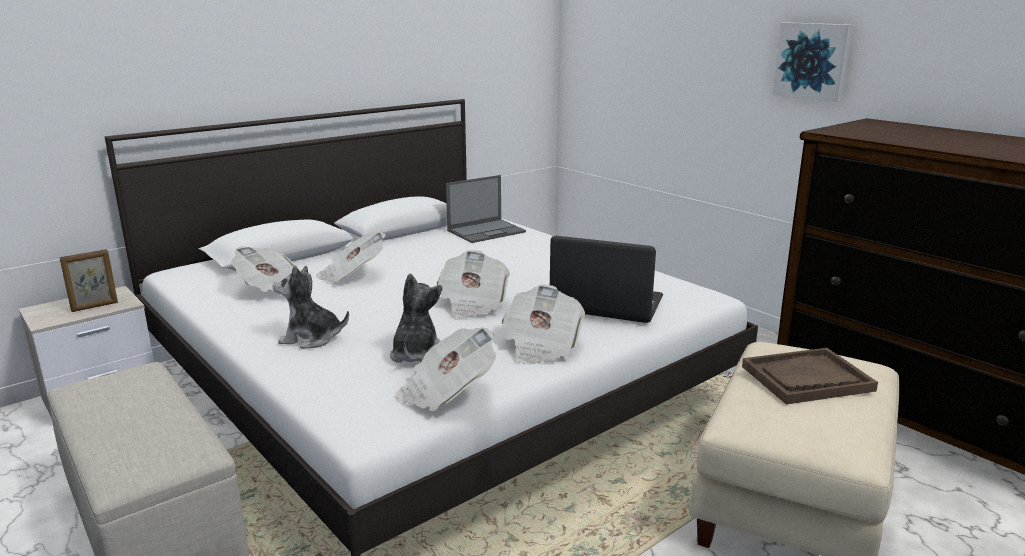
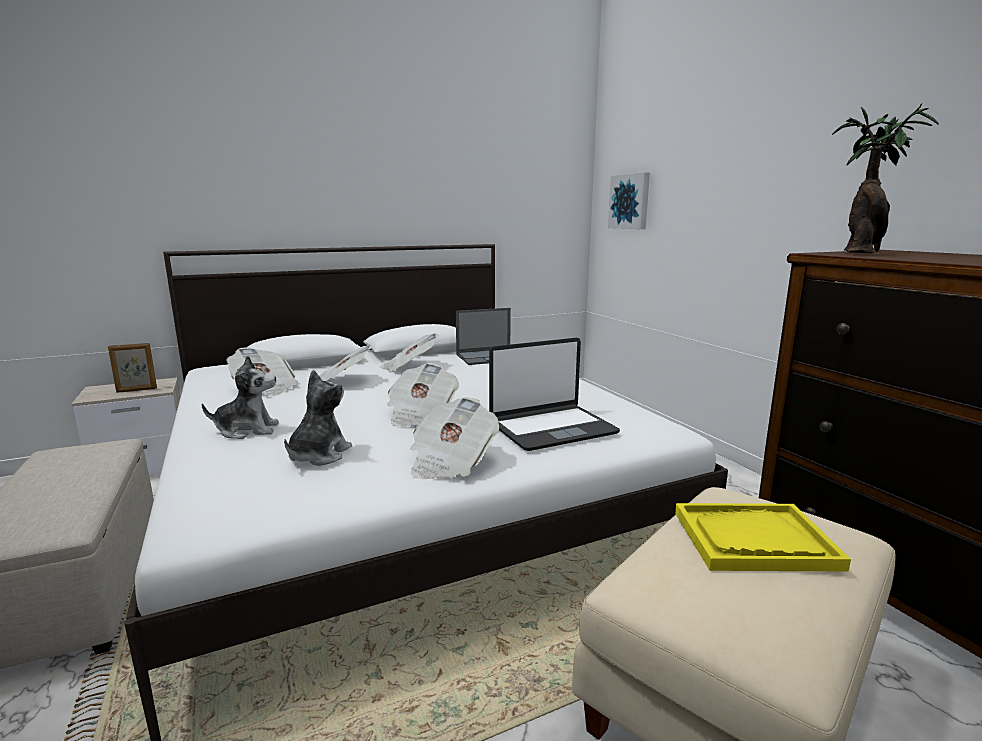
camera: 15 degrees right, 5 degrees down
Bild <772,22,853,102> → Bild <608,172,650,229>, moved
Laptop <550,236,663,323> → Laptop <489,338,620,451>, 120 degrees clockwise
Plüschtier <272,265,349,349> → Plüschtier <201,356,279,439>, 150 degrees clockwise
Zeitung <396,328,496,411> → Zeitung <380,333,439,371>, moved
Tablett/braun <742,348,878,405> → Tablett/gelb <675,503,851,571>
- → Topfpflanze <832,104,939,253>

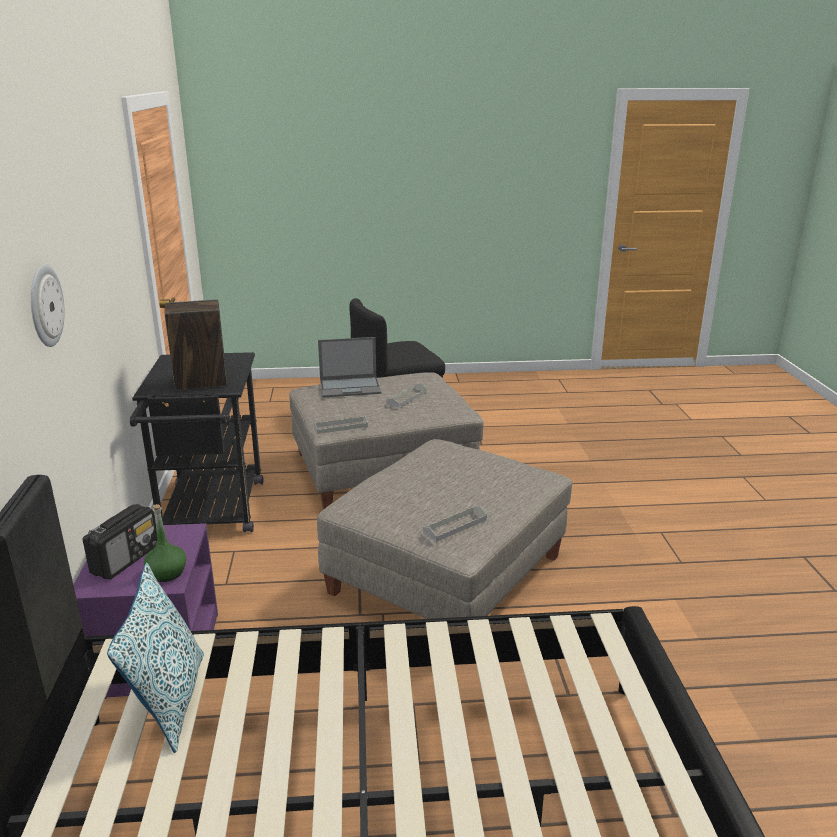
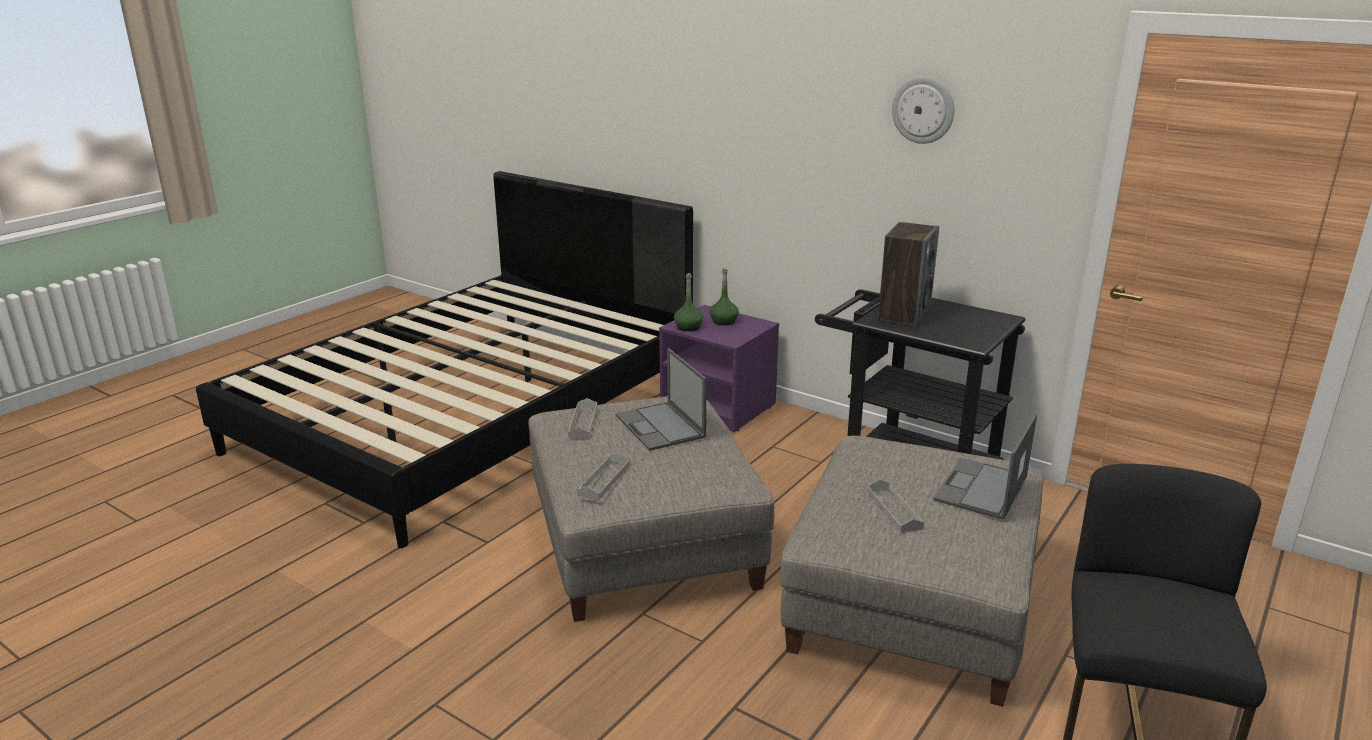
camera: 130 degrees right, 0 degrees up
Wanduhr <31,265,65,347> → Wanduhr <892,76,954,144>, moved
Tablett/grau <314,416,368,434> → Tablett/grau <577,452,630,500>, moved
Radio <83,504,157,580> → Flasche/grün <710,268,739,325>
Kissen <107,563,204,753> → -
- → Laptop <616,348,707,451>

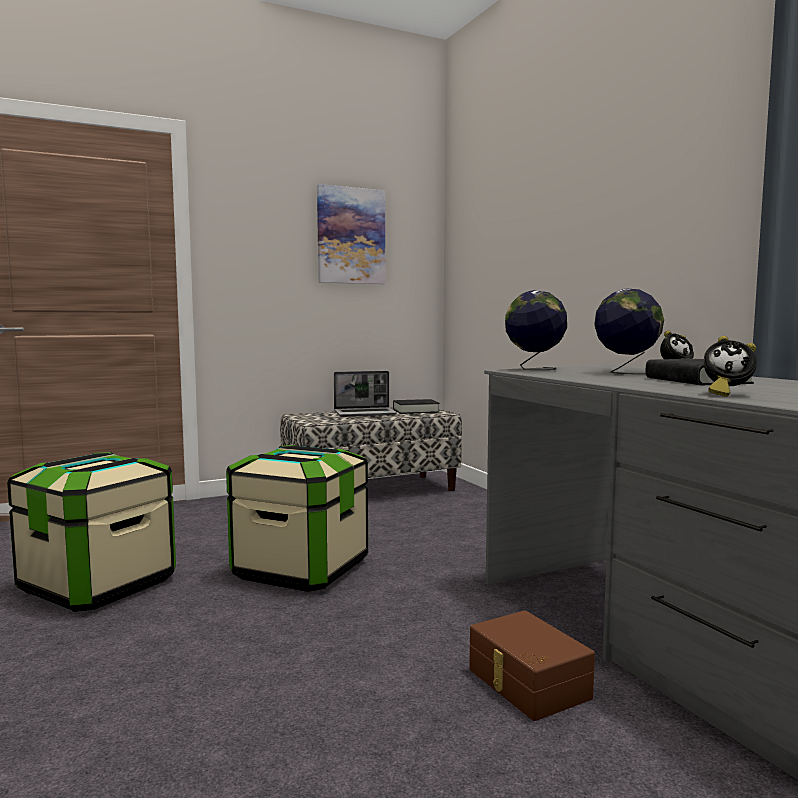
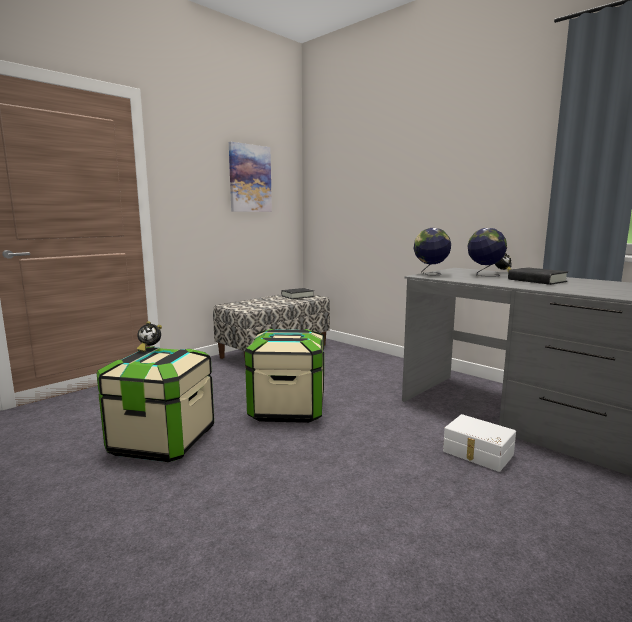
camera: 20 degrees left, 5 degrees up
Wecker <704,336,757,397> → Wecker <137,321,162,352>, moved
Laptop <334,371,397,417> → -
Aufbewahrungsbox/braun <469,610,595,721> → Aufbewahrungsbox/weiß <443,414,516,472>

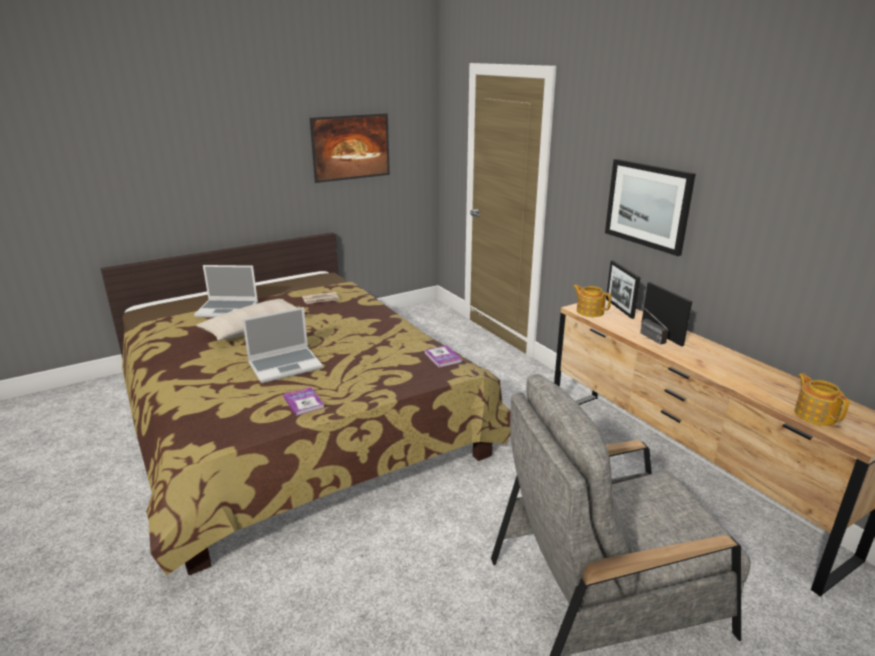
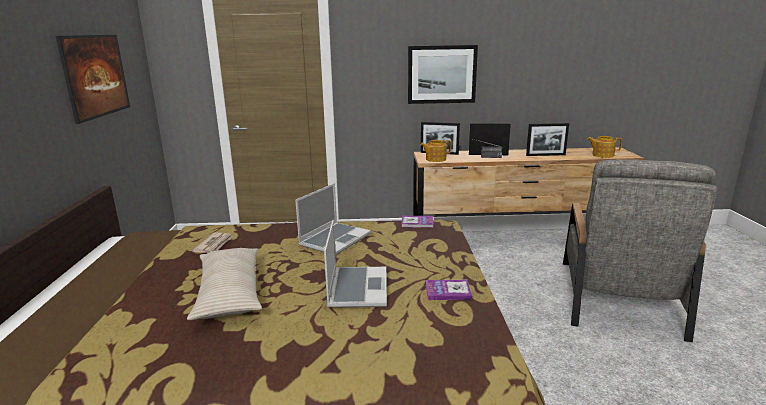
camera: 60 degrees left, 5 degrees down
Laptop <194,265,258,318> → Laptop <295,183,371,255>, moved
- → Bilderrahmen <526,123,569,156>

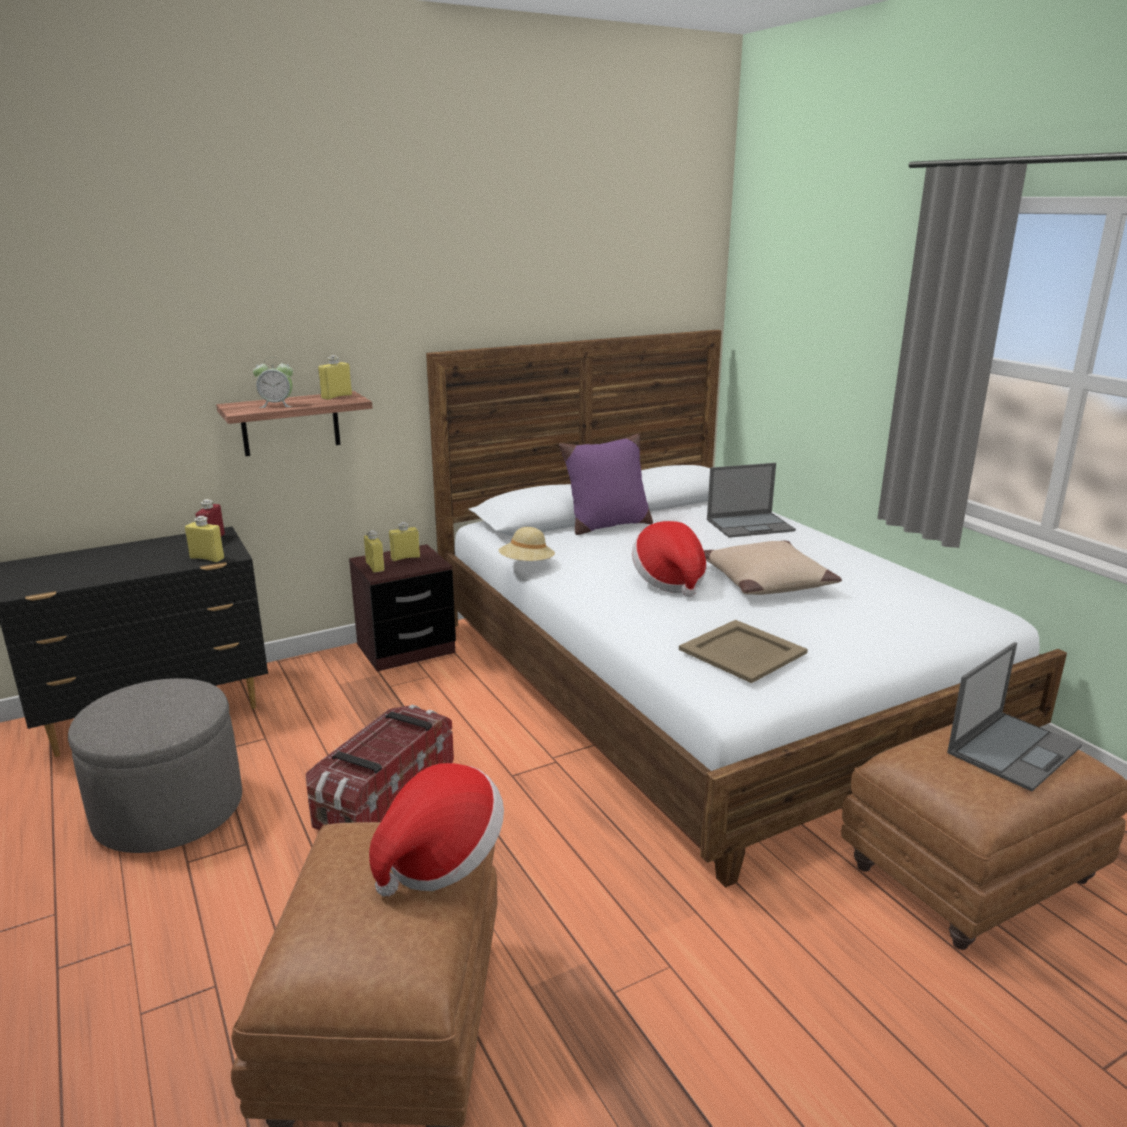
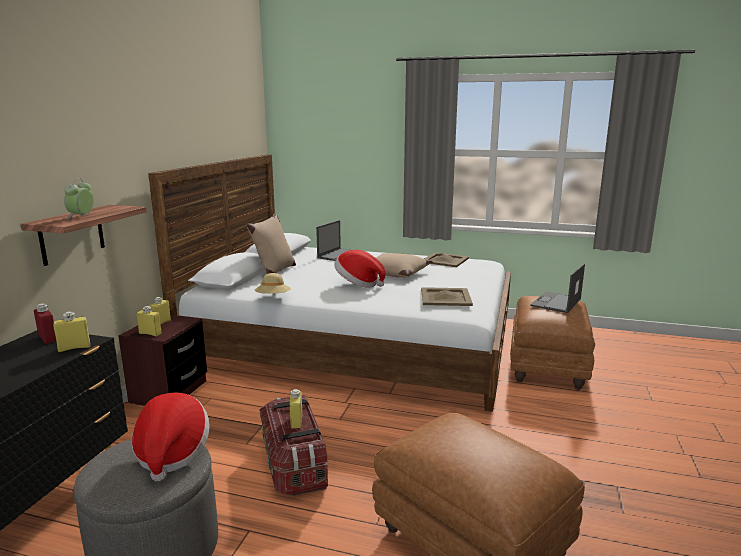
camera: 45 degrees left, 5 degrees down
Flasche/gelb <318,355,352,400> → Flasche/gelb <290,389,302,428>, moved
Wecker <253,357,293,408> → Wecker <64,178,93,219>, 150 degrees clockwise
Kissen/lila <559,434,653,535> → Kissen/beige <246,214,296,274>
Laptop <947,642,1082,791> → Laptop <530,264,585,313>, 150 degrees counterclockwise
Hut <369,763,504,897> → Hut <132,393,210,482>, moved
- → Tablett/beige <424,252,469,267>

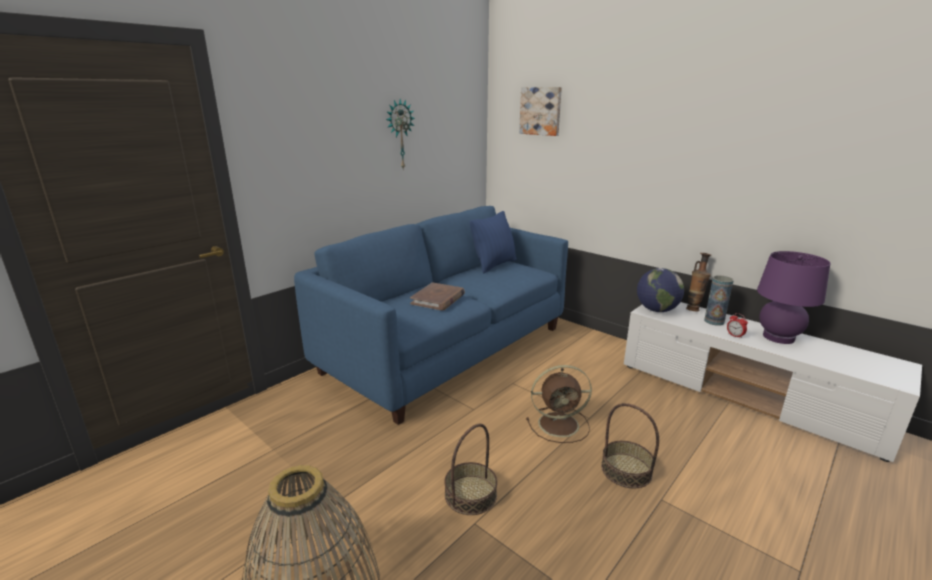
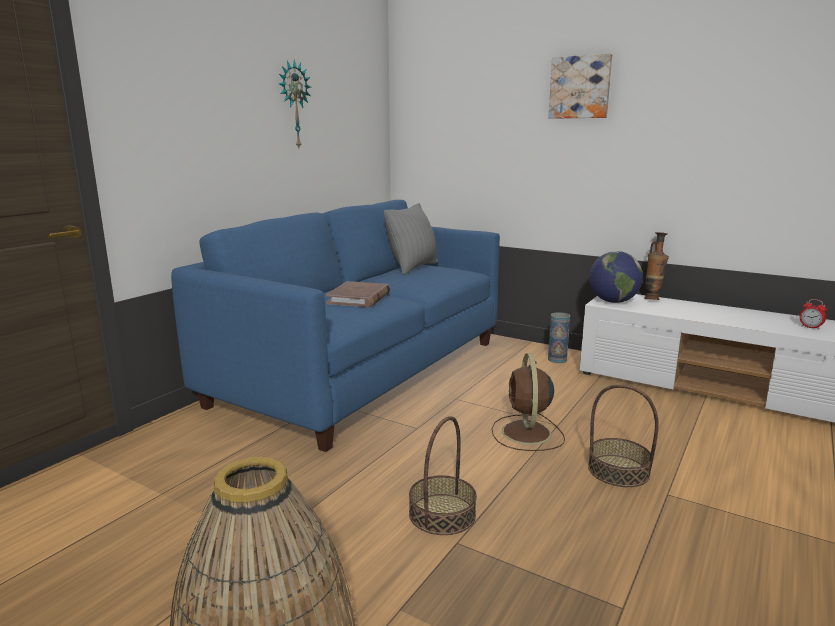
camera: 10 degrees left, 5 degrees down
Bild <519,87,562,136> → Bild <548,54,612,119>, moved
Kissen/blau <470,211,517,274> → Kissen/grau <384,203,438,275>
Tischlampe/lila <757,251,830,344> → -
Vase <704,275,734,326> → Vase <548,312,570,363>, moved
Wecker <727,313,748,339> → Wecker <800,299,827,330>, moved
Ventilator/braun <526,365,592,443> → Ventilator/braun <492,353,565,451>, 105 degrees clockwise

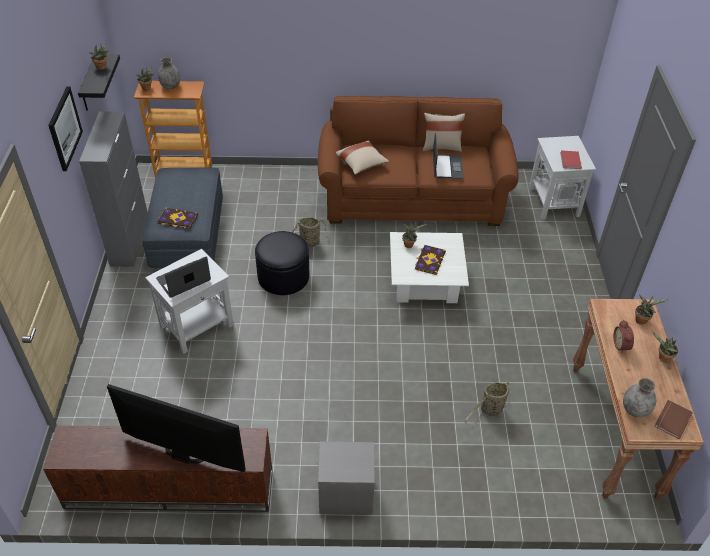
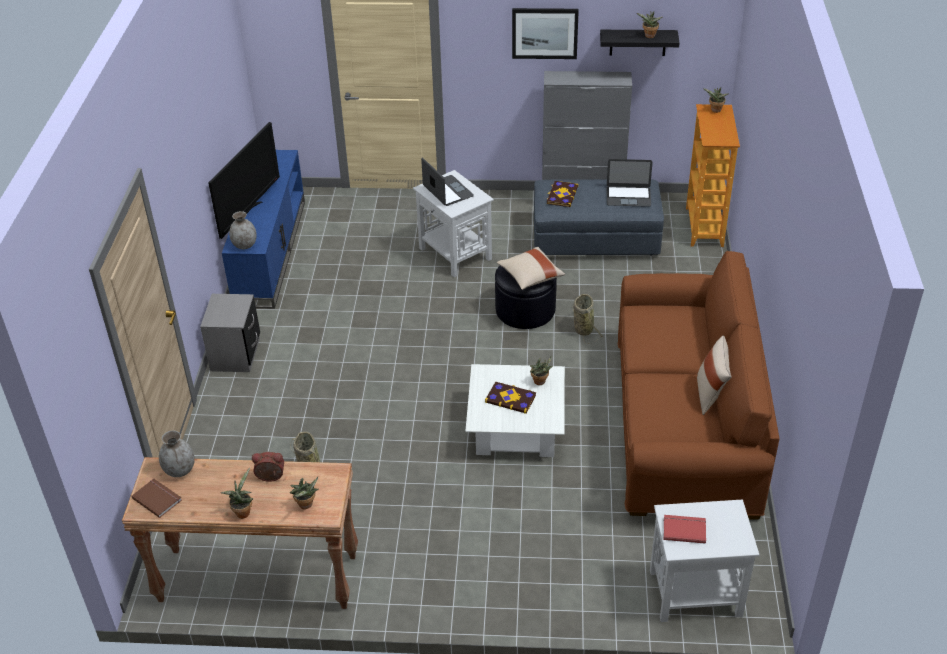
camera: 95 degrees right, 5 degrees down
Vase/grau <158,57,180,89> → Vase/grau <229,211,257,249>, moved
Laptop <433,133,464,179> → Laptop <607,159,653,207>, moved
Kissen/beige <336,140,389,175> → Kissen/beige <497,247,565,290>, moved
Fernsehschrank/braun <43,425,272,512> → Fernsehschrank/blau <222,150,305,309>

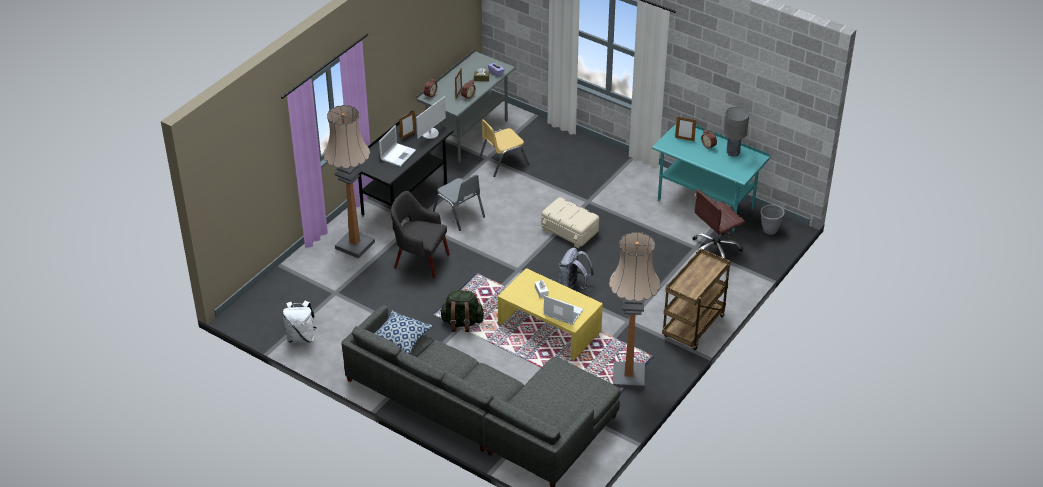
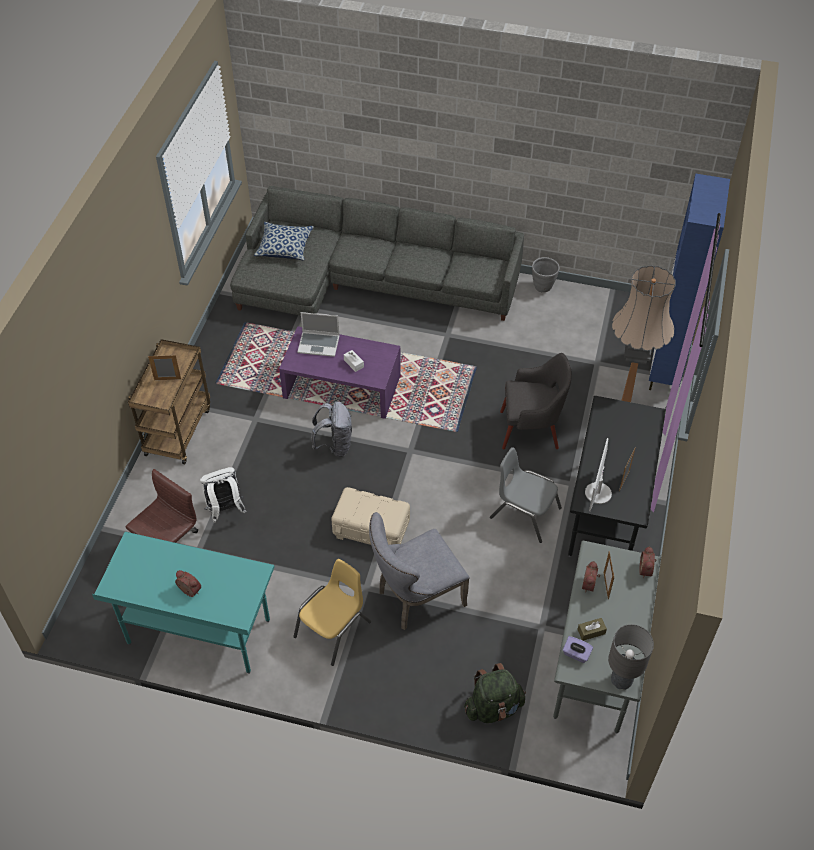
camera: 160 degrees right, 10 degrees up
Tischlampe/grau <724,107,749,157> → Tischlampe/grau <608,624,654,690>, moved
Bilderrahmen <675,117,696,141> → Bilderrahmen <148,355,181,380>, moved
Stuhl/gelb <478,119,529,177> → Stuhl/gelb <293,559,371,666>, moved
Laptop <379,125,416,167> → -
Pflanzkübel/grau <761,204,785,235> → Pflanzkübel/grau <532,257,560,292>, moved
Stehlampe <609,232,660,389> → -
Couchtisch/gelb <498,268,603,360> → Couchtisch/lila <279,326,401,419>
Rucksack/grün <440,290,484,332> → Rucksack/grün <464,663,526,723>, moved
Rucksack/weiß <283,301,317,343> → Rucksack/weiß <200,467,246,523>, moved
Kissen <375,311,432,354> → Kissen <254,222,314,260>, moved
- → Schrank/blau <649,174,730,390>
- → Stuhl/grau <369,512,470,630>

